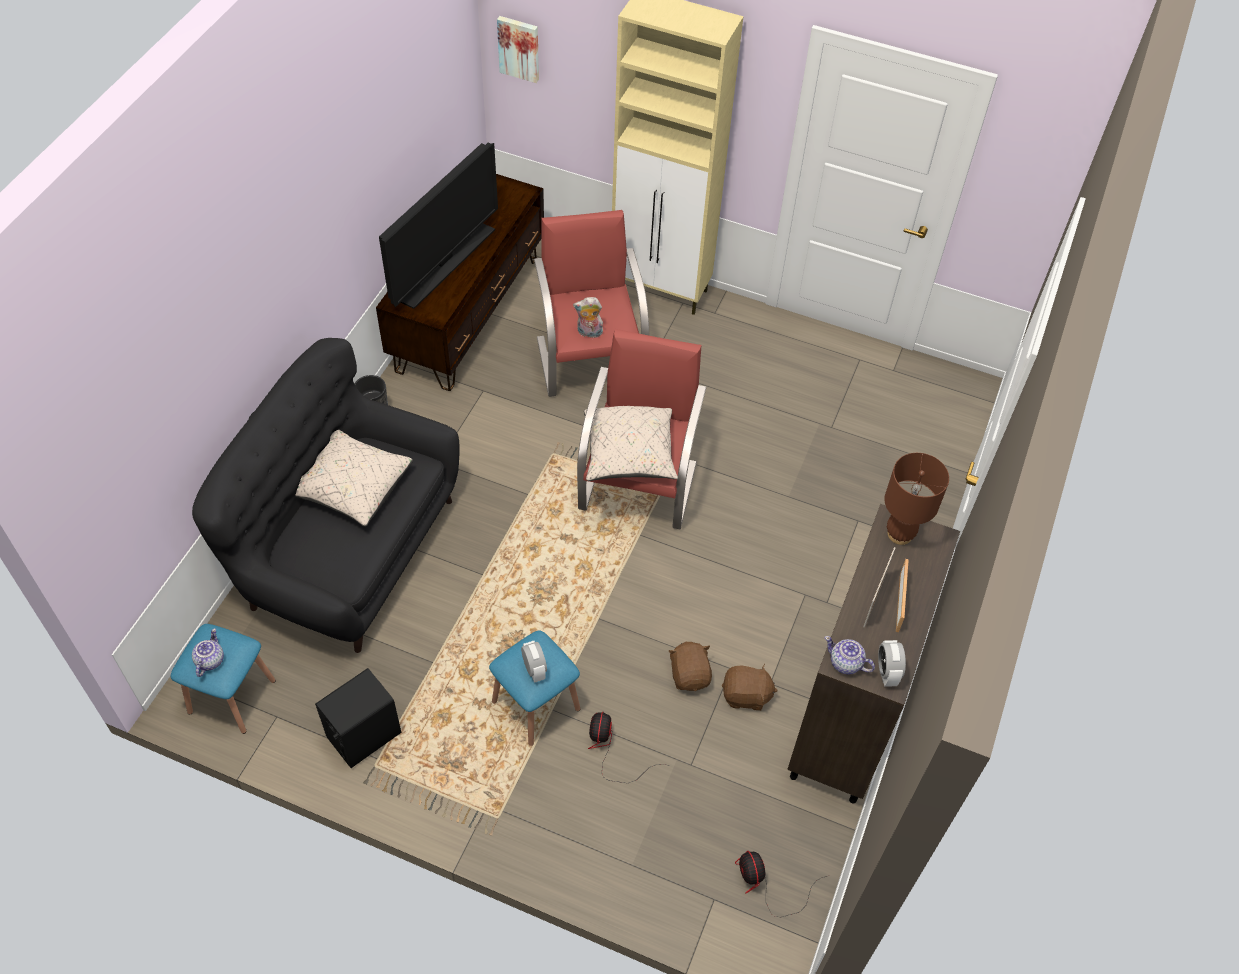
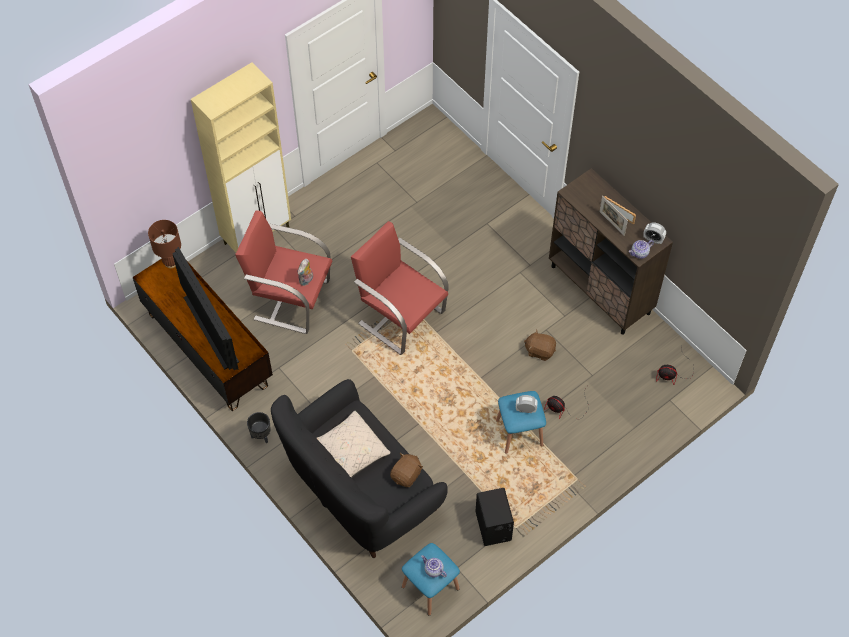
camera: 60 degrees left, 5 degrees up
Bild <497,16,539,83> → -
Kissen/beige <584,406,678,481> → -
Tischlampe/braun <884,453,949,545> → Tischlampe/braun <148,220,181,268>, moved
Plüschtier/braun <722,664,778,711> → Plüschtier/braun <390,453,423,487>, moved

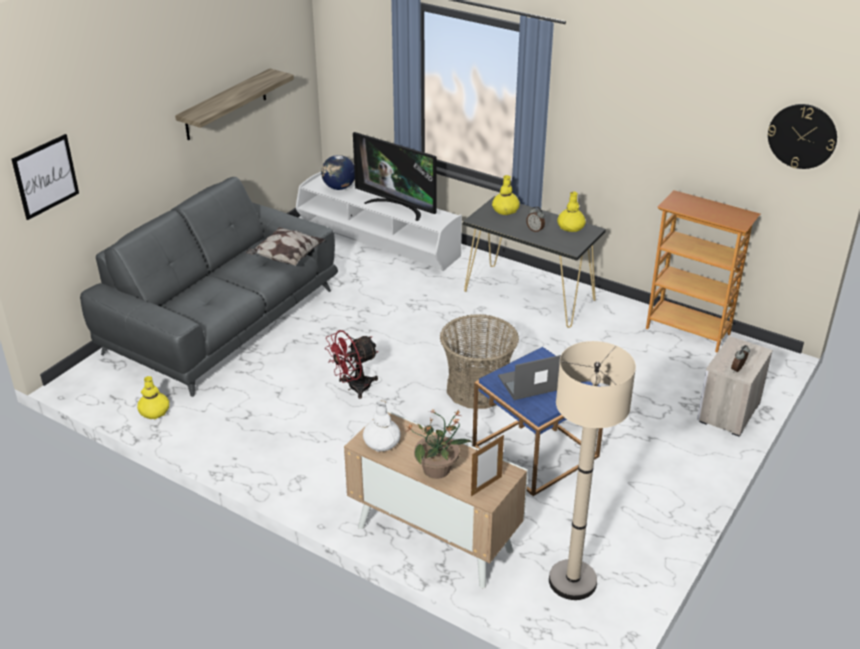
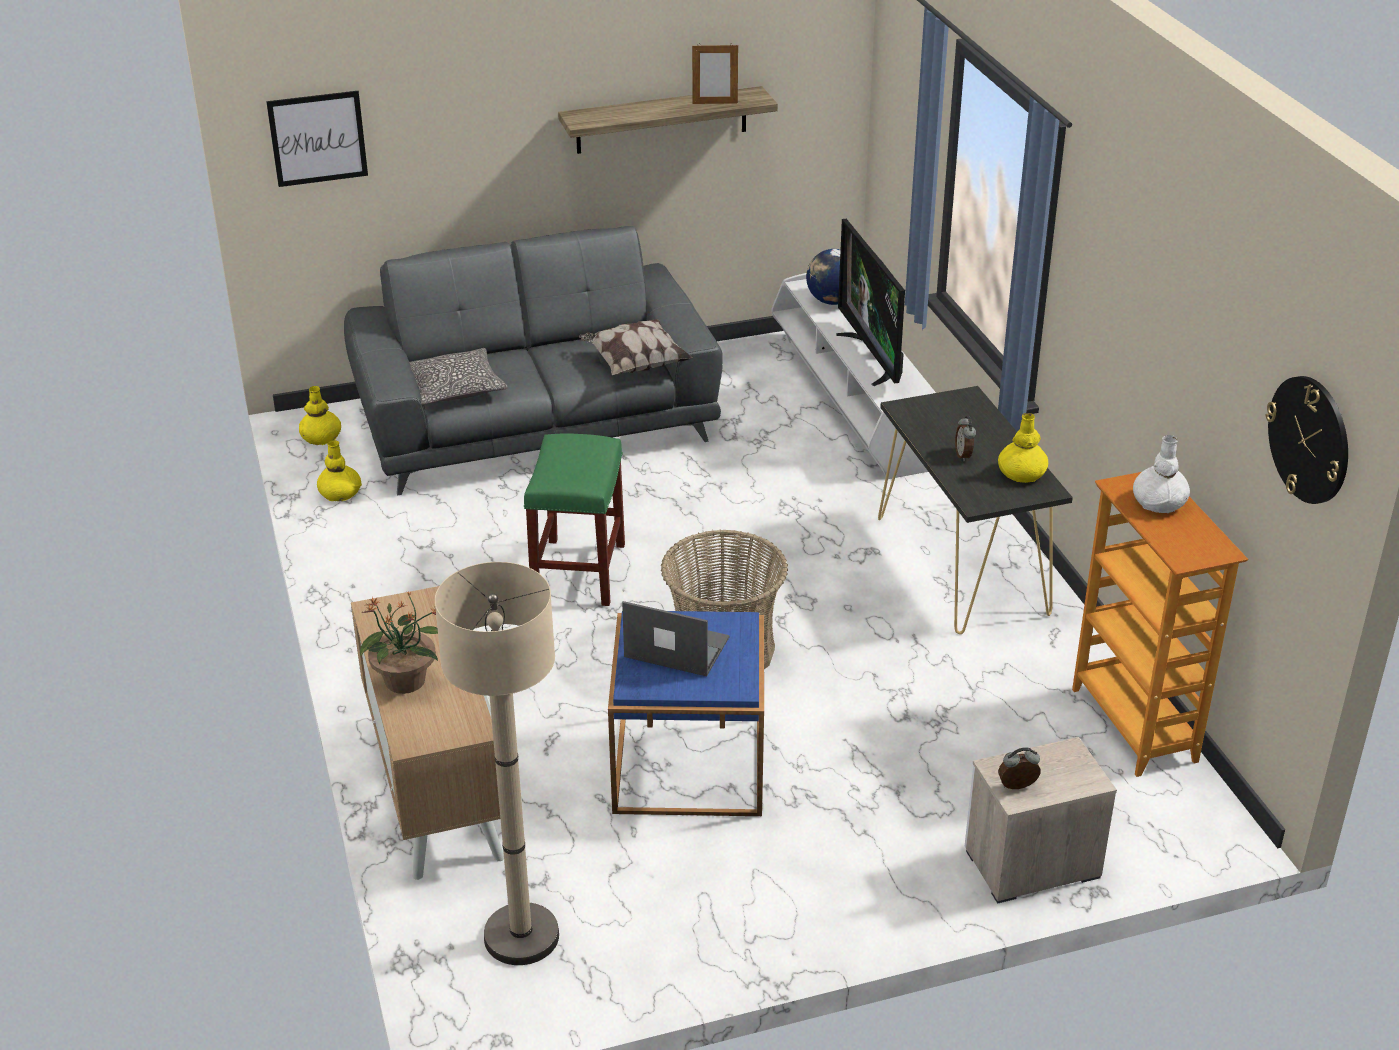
camera: 40 degrees right, 0 degrees up
Vase/gelb <492,175,520,215> → Vase/gelb <299,386,341,445>, moved
Ventilator/rot <325,330,378,399> → Hocker/grün <524,433,625,606>
Vase/weiß <363,400,401,452> → Vase/weiß <1133,435,1190,513>, moved
Bilderrahmen <471,435,504,496> → Bilderrahmen <692,43,738,104>, moved
- → Kissen <409,348,508,405>

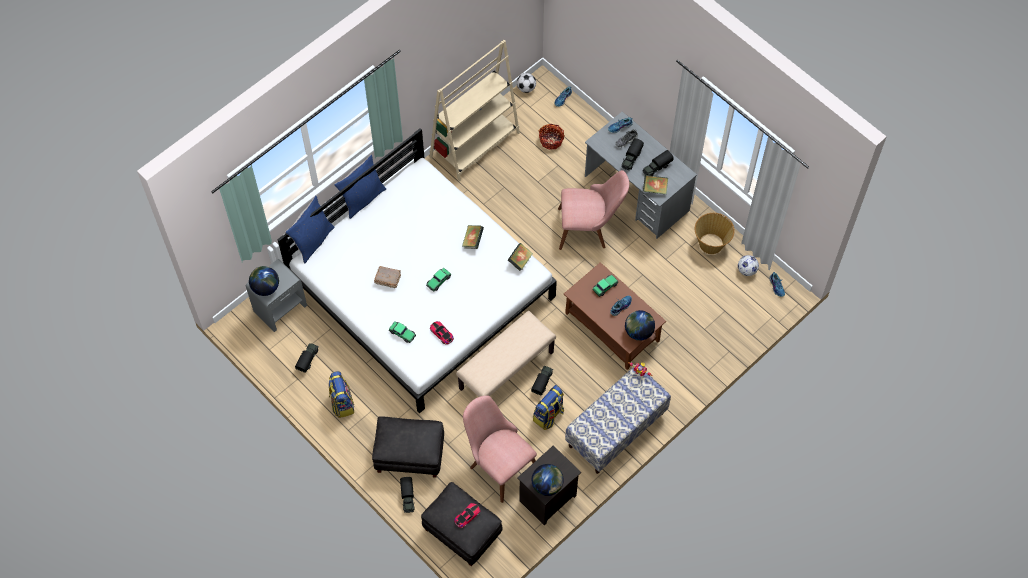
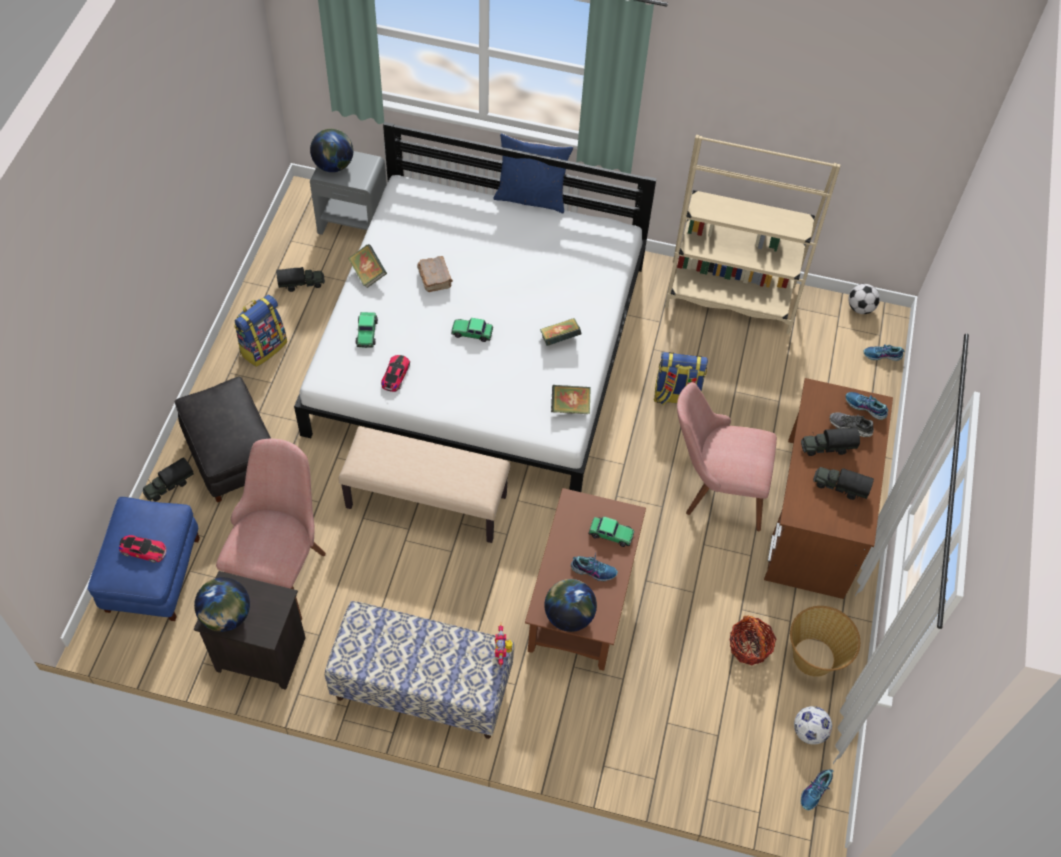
camera: 55 degrees right, 5 degrees down
Schreibtisch/grau <585,112,697,239> → Schreibtisch/braun <764,378,893,599>
Korb <539,124,564,150> → Korb <730,615,776,665>, moved
Stuhl/rosa <558,170,629,250> → Stuhl/rosa <677,382,777,531>, 135 degrees clockwise
Buch <643,175,668,194> → Buch <348,244,387,288>, moved
Kissen/blau <285,195,335,263> → -
Spielzeuglaster <531,366,553,396> → -
Rucksack <533,385,564,430> → Rucksack <654,352,708,406>, moved
Polsterhocker/schwarz <421,482,503,566> → Polsterhocker/blau <88,497,200,621>

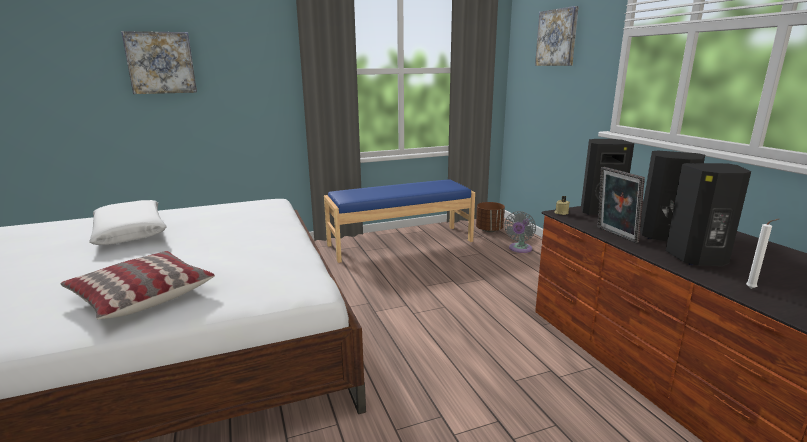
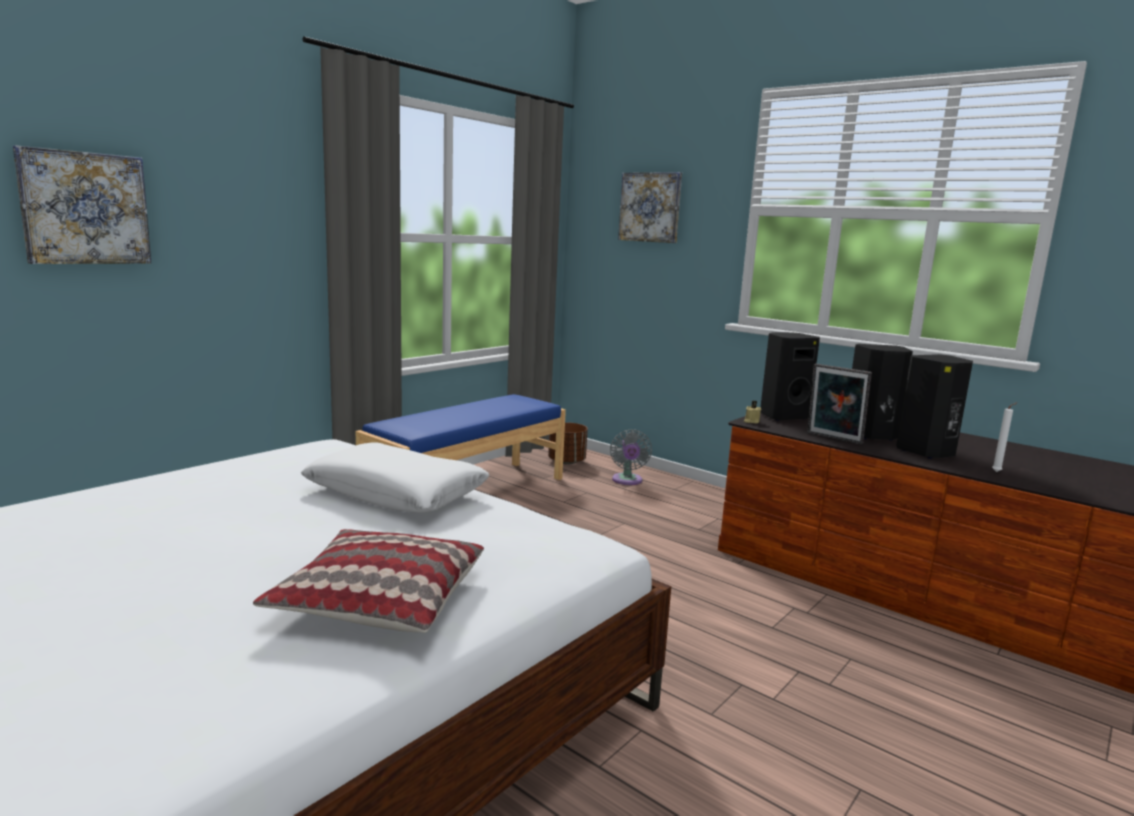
camera: 30 degrees left, 5 degrees down
Kissen/weiß <90,200,167,245> → Kissen/weiß <301,443,489,513>, moved

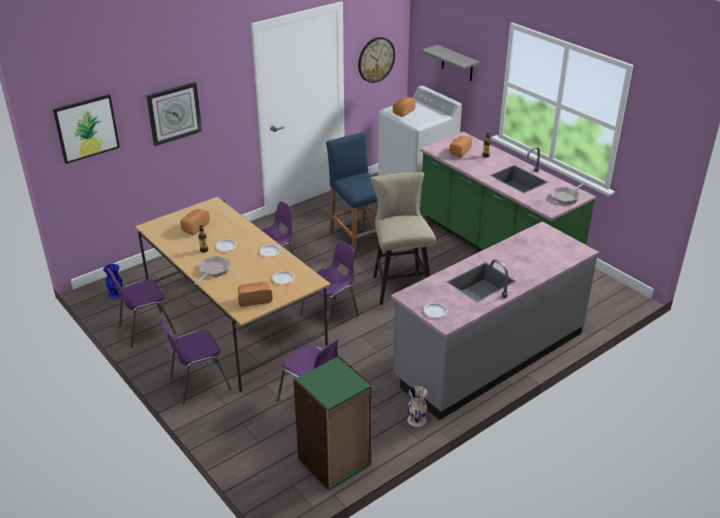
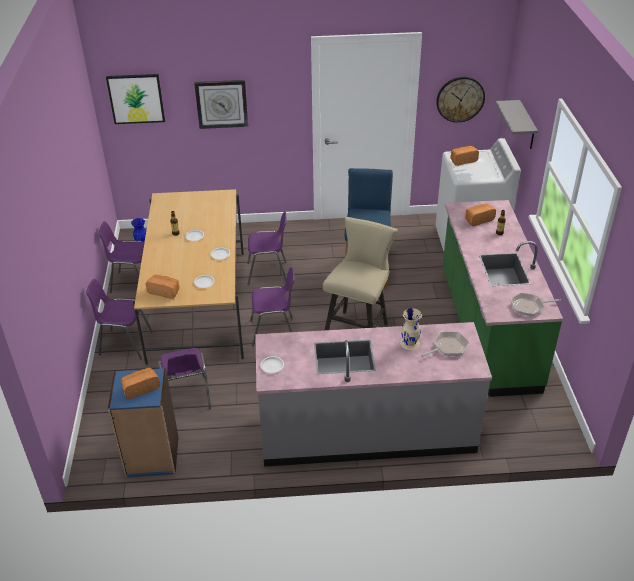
camera: 35 degrees right, 5 degrees up
Brot <180,209,210,235> → Brot <121,367,160,399>, moved
Pfanne <194,256,230,285> → Pfanne <421,332,469,357>, moved
Bücherregal/grün <293,356,373,491> → Bücherregal/blau <108,368,178,477>
Vase/beige <407,386,428,427> → Vase/beige <401,308,422,350>, moved

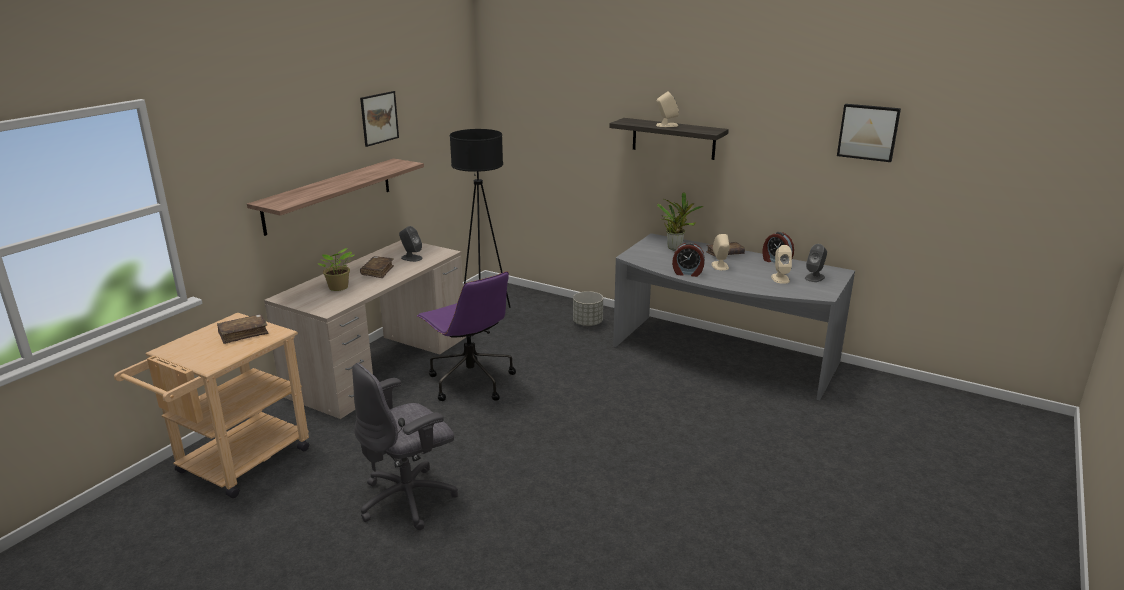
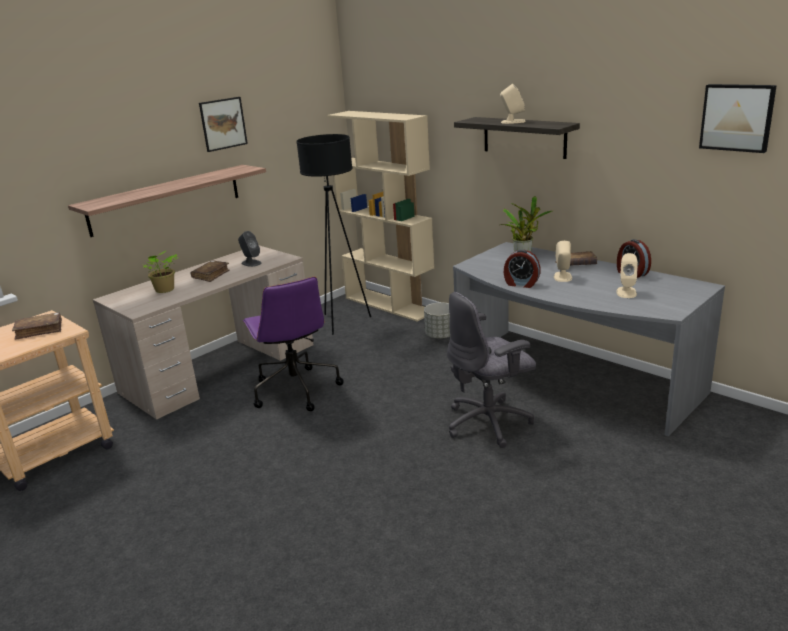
camera: 15 degrees right, 0 degrees up
Lautsprecher/grau <805,244,827,282> → -
Bürostuhl/grau <352,363,458,530> → Bürostuhl/grau <447,292,536,448>, moved
- → Bücherregal/beige <327,111,434,322>

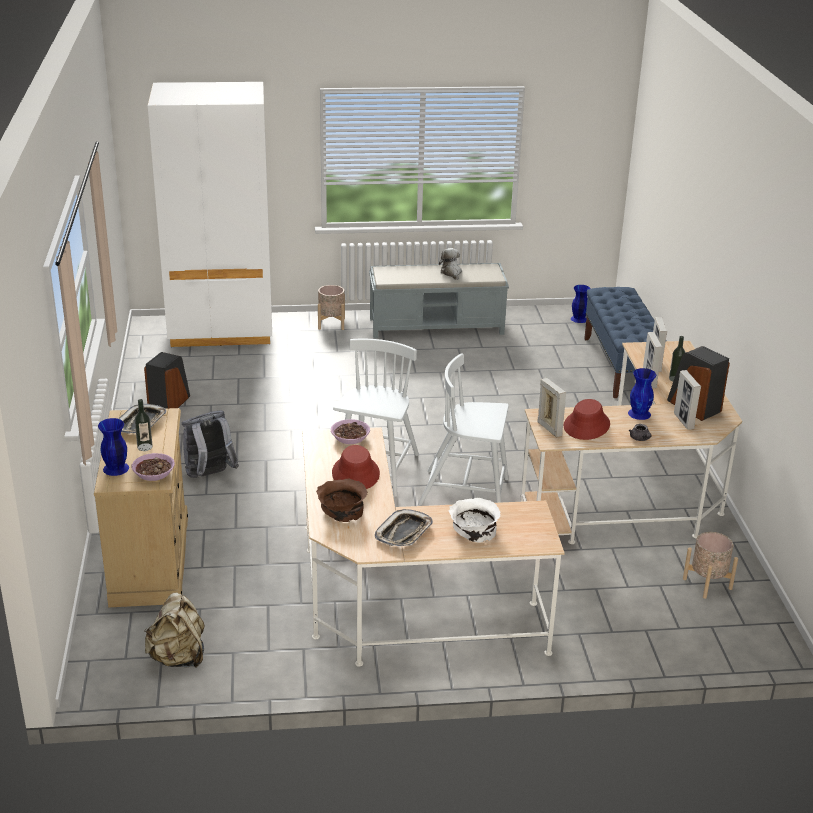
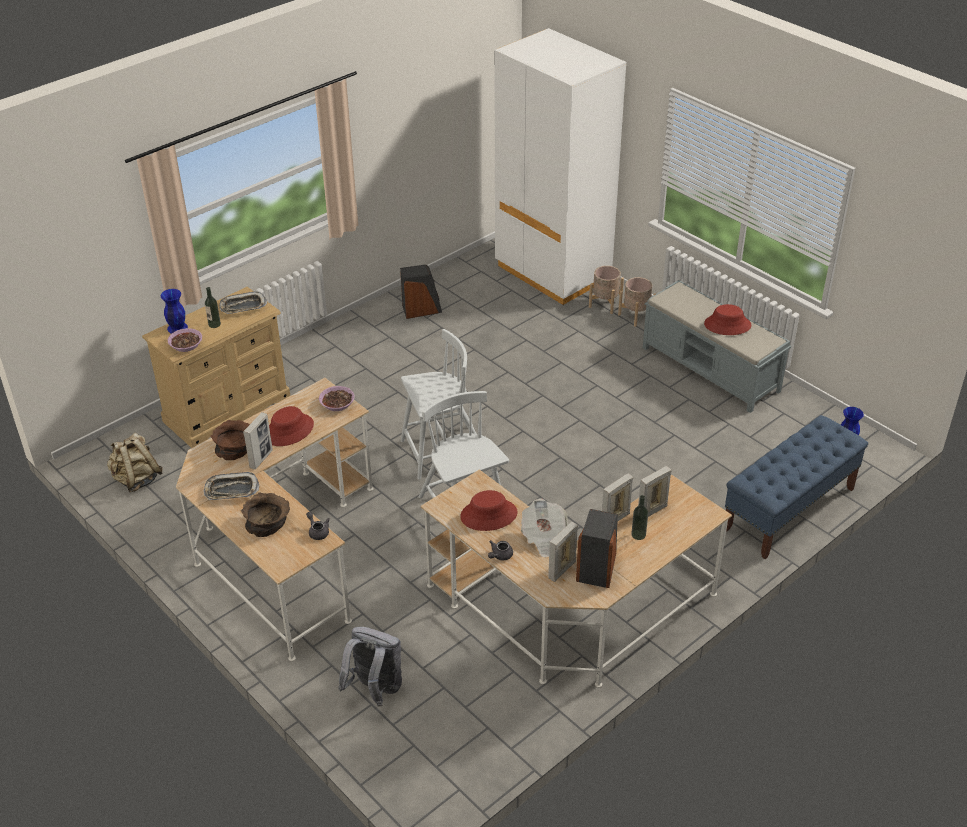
camera: 55 degrees right, 10 degrees up
Plüschtier <439,248,462,280> → Hut/rot <704,304,751,335>
Vase/blau <628,368,656,420> → Zeitung <521,498,568,558>
Bilderrahmen <537,378,566,437> → Bilderrahmen <243,412,273,470>, moved
Rucksack/grau <182,411,239,478> → Rucksack/grau <338,627,402,707>, moved
Schüssel/weiß <449,498,501,543> → Schüssel/braun <241,492,290,537>
Pflanzkübel/beige <683,532,738,599> → Pflanzkübel/beige <589,266,624,314>, moved
- → Teekanne/grau <306,512,330,540>

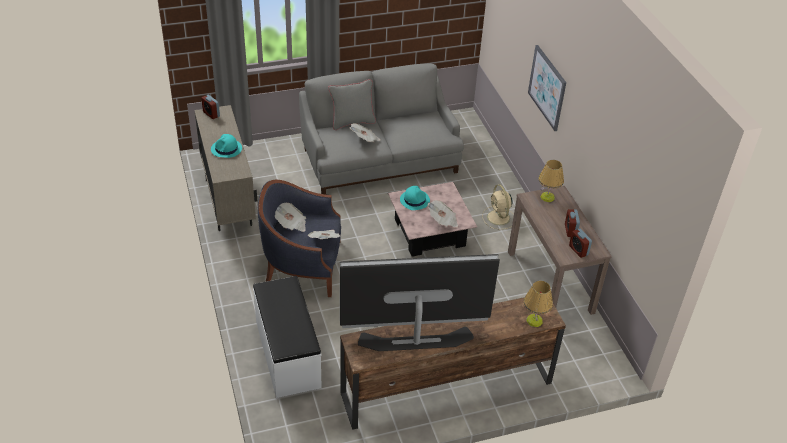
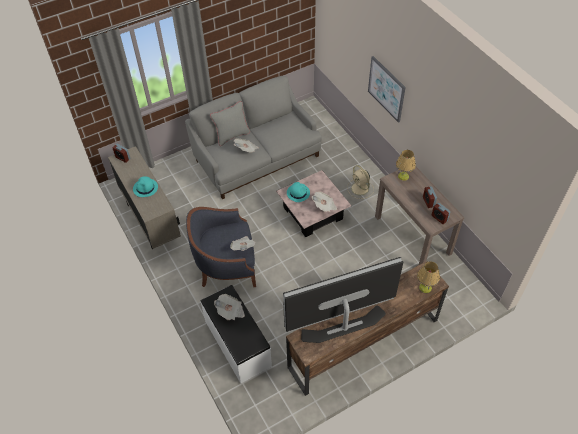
camera: 10 degrees left, 10 degrees up
Zeitung <275,203,306,232> → Zeitung <214,294,245,320>, moved

